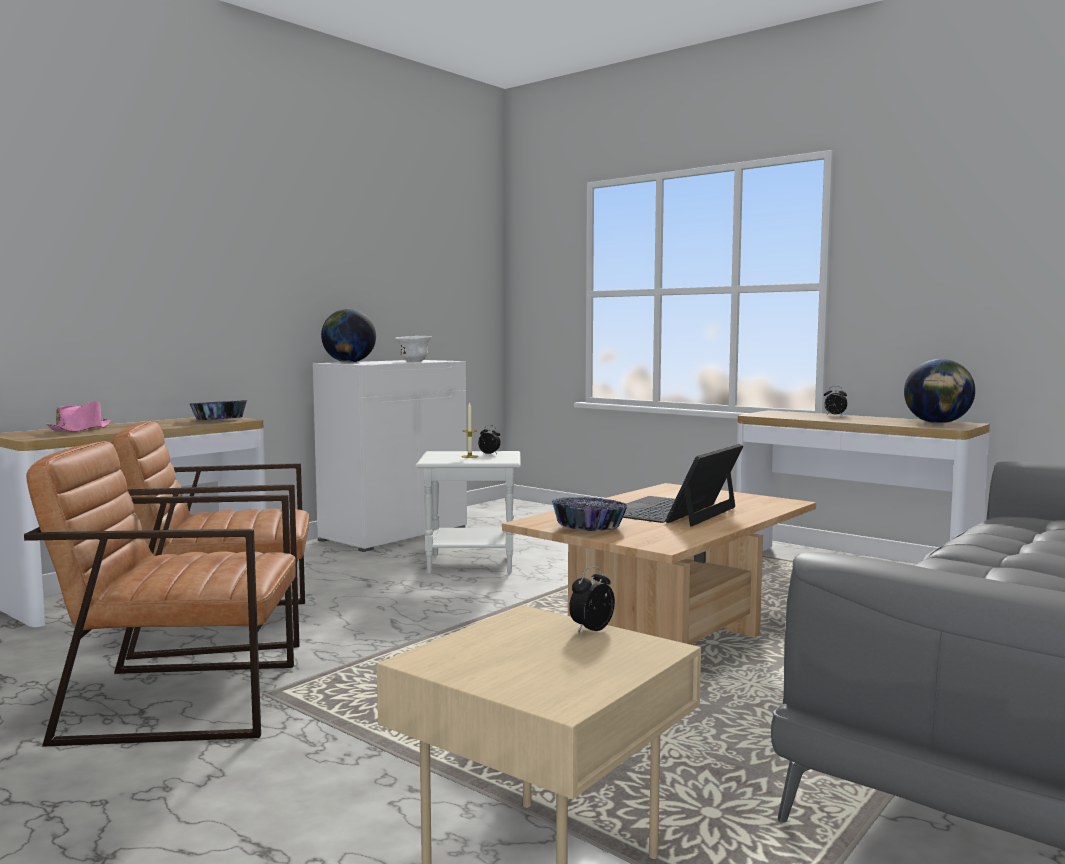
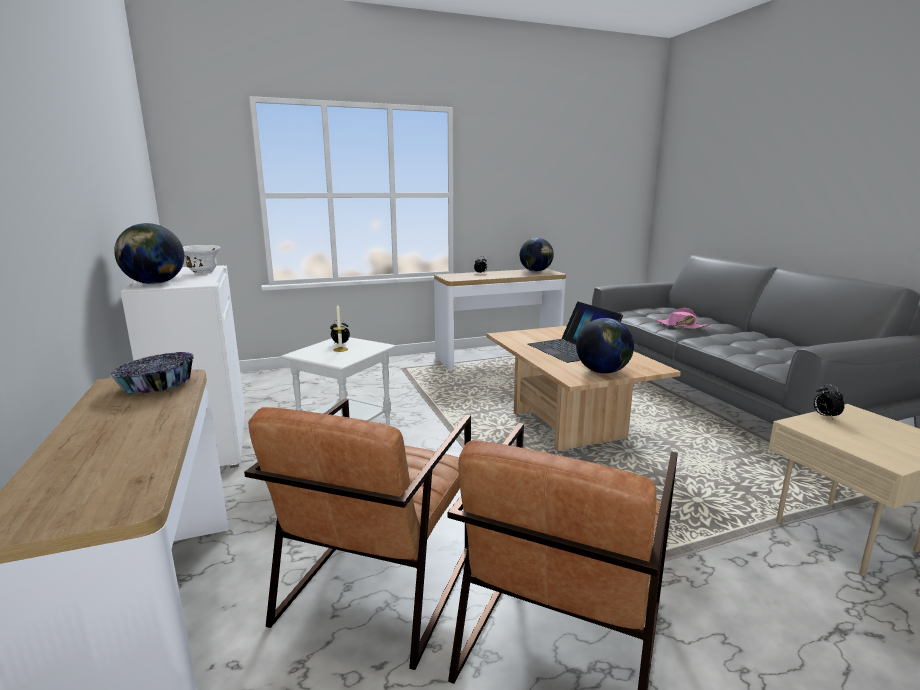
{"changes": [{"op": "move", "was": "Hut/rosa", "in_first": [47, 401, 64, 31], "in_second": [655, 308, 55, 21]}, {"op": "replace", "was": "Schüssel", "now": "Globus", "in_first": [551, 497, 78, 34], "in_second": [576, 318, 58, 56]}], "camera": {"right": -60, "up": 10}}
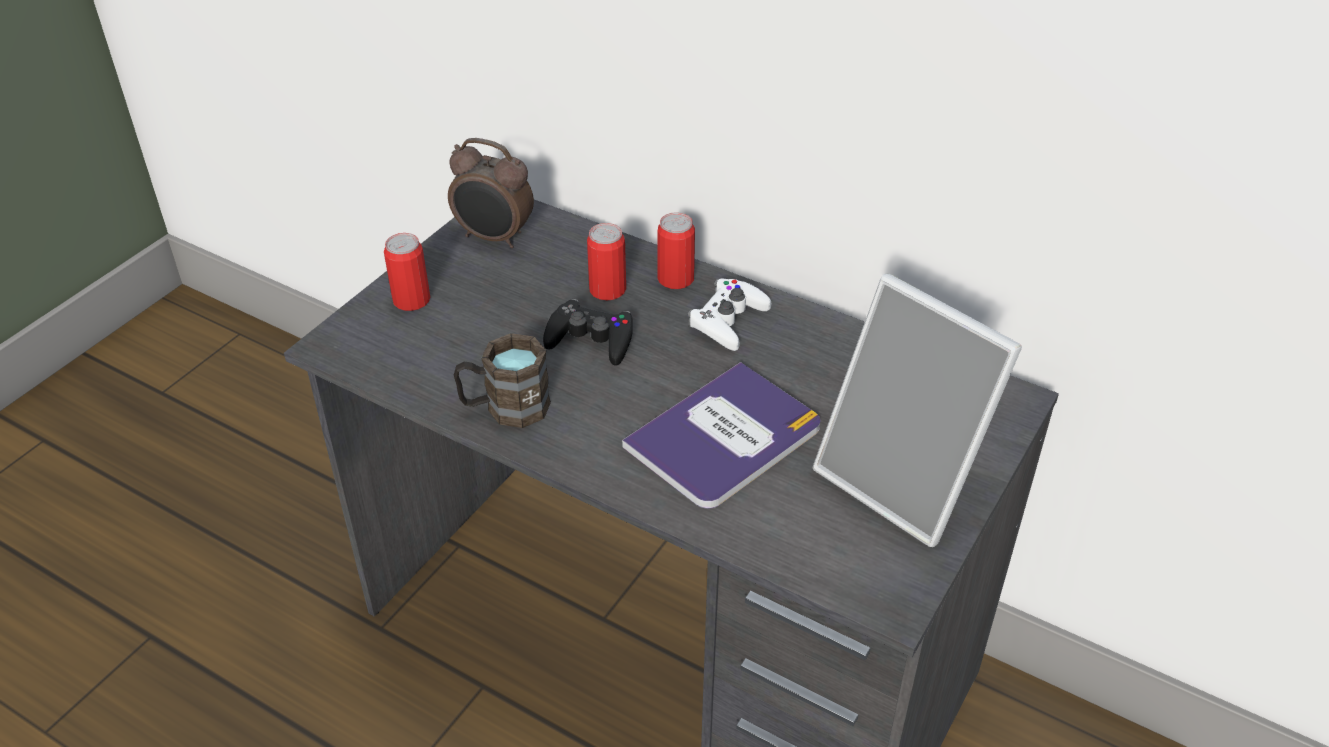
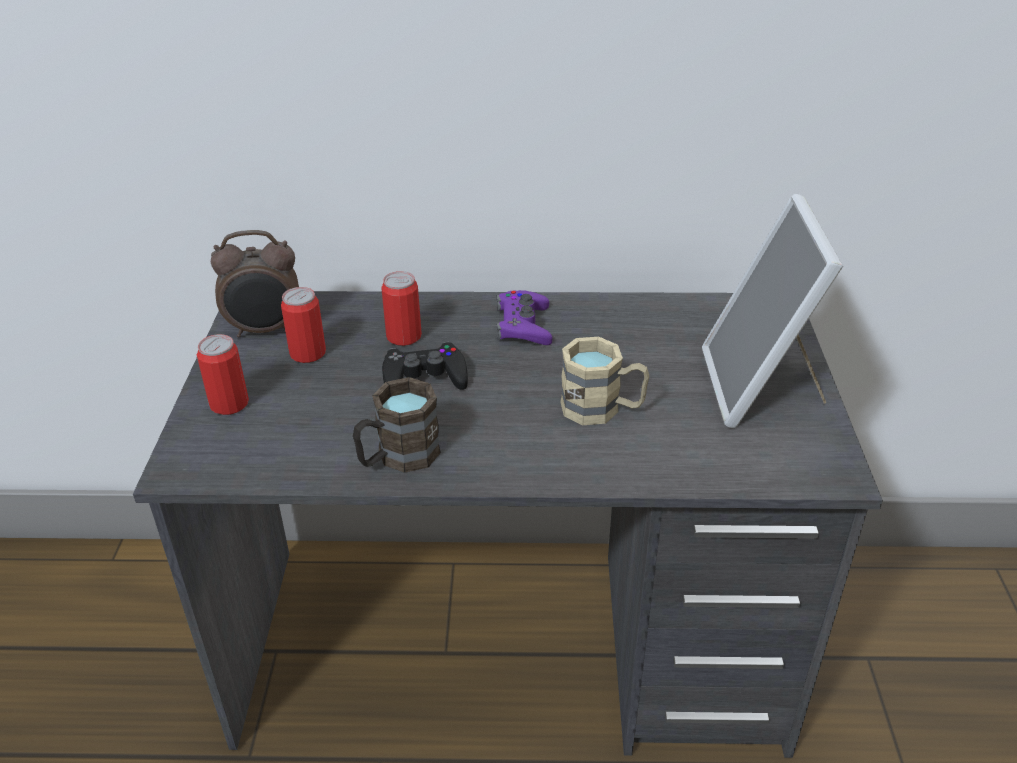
{"changes": [{"op": "move", "was": "Dose", "in_first": [658, 212, 37, 77], "in_second": [281, 287, 45, 76]}, {"op": "replace", "was": "Buch", "now": "Henkelbecher/beige", "in_first": [622, 362, 199, 147], "in_second": [560, 337, 89, 88]}, {"op": "recolor", "was": "Gamepad/weiß", "now": "Gamepad/lila", "in_first": [688, 278, 83, 73], "in_second": [496, 290, 56, 55]}, {"op": "rotate", "was": "Bilderrahmen", "in_first": [813, 273, 209, 274], "in_second": [702, 194, 141, 234], "clockwise": 75}], "camera": {"right": -30, "up": -5}}
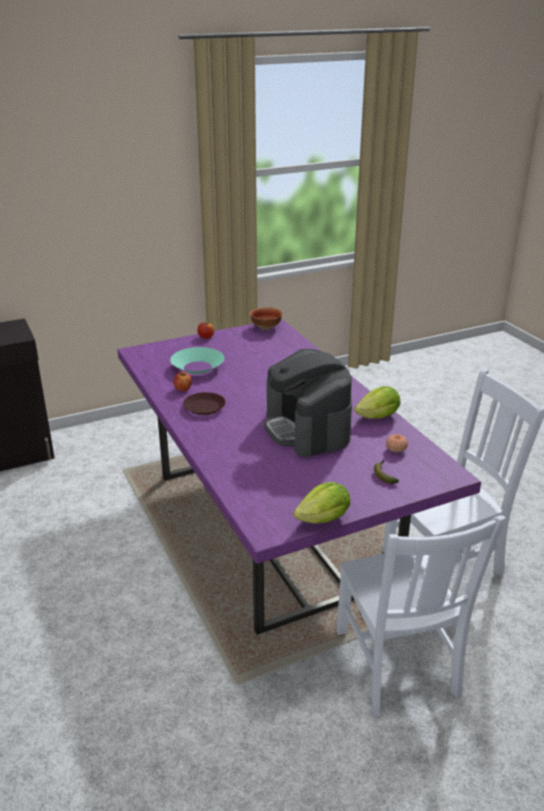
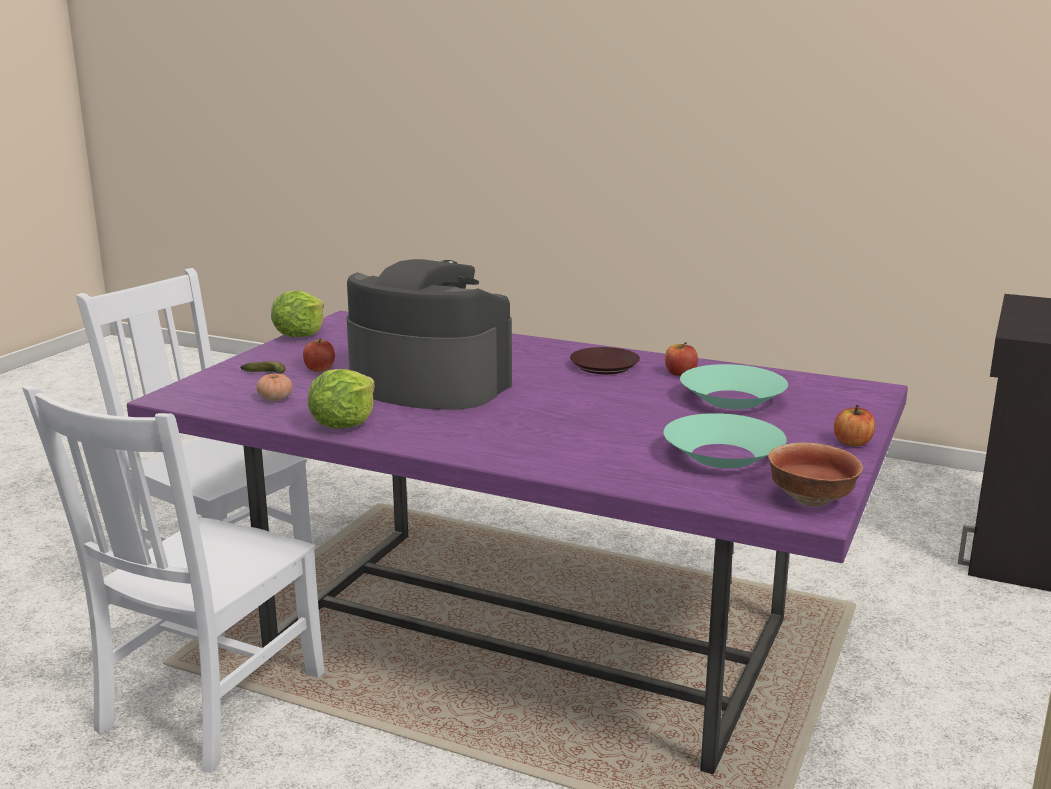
{"changes": [{"op": "insert", "now": "Apfel", "in_second": [303, 339, 32, 33]}, {"op": "insert", "now": "Schüssel/türkis", "in_second": [664, 413, 123, 56]}], "camera": {"right": 140, "up": -10}}
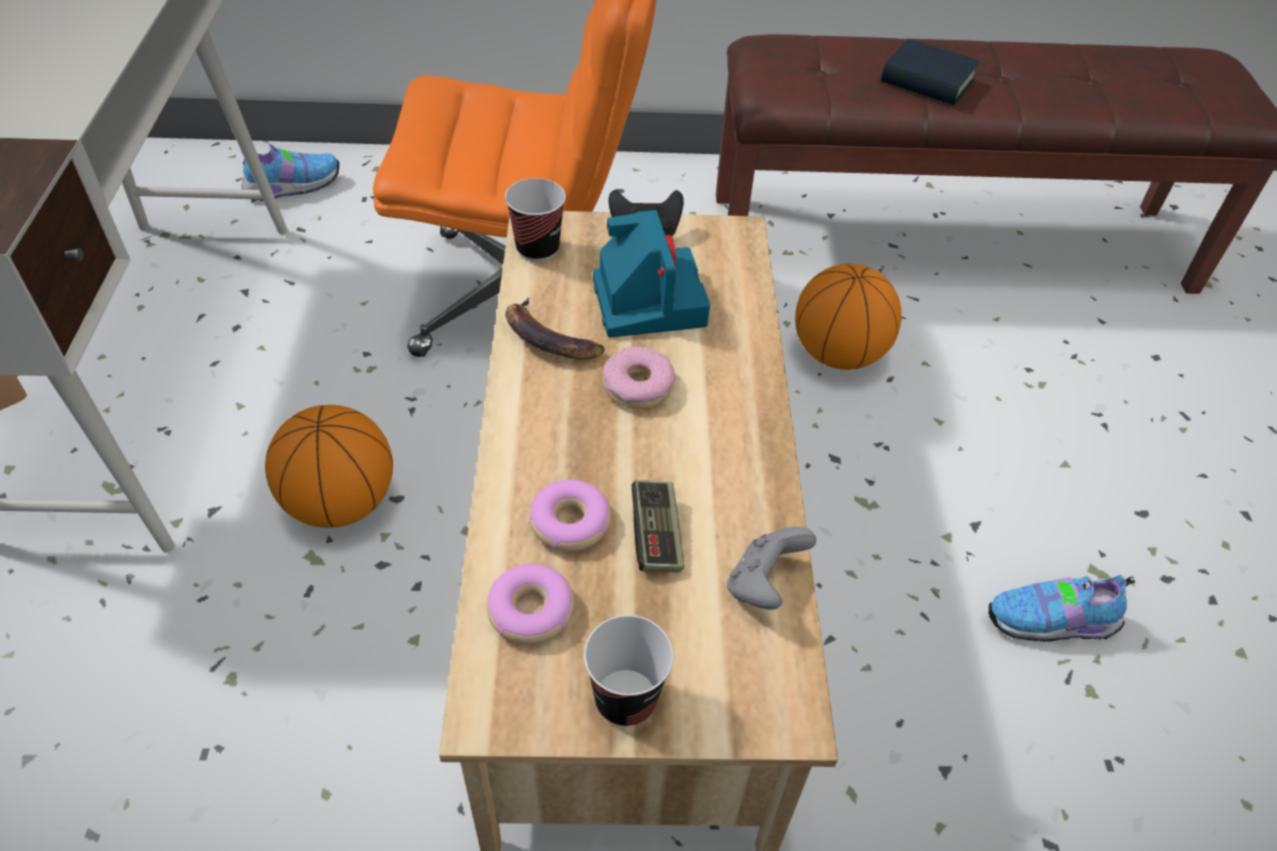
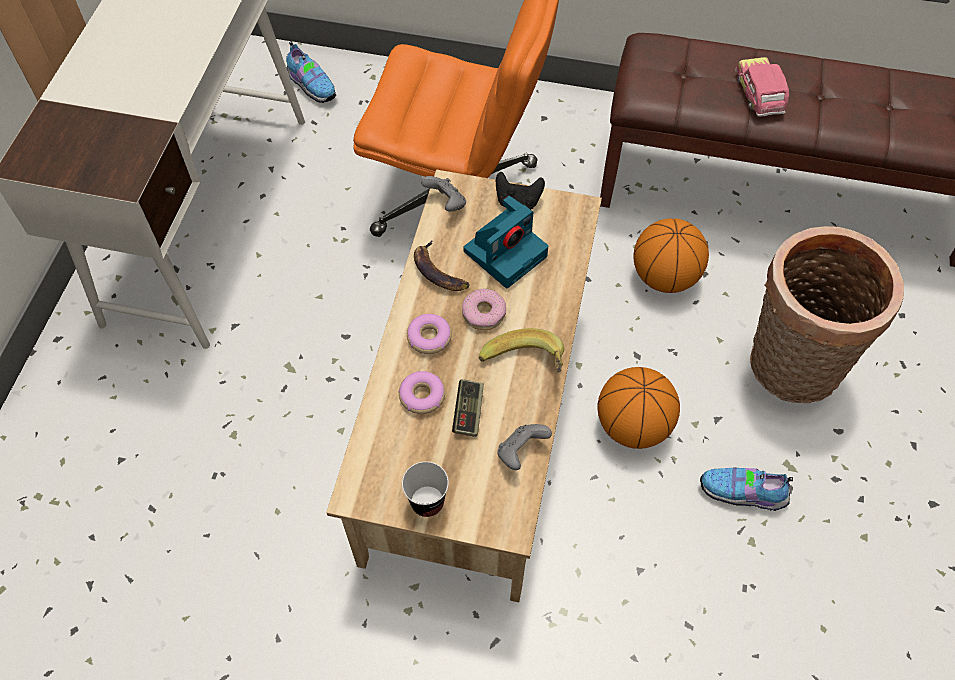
{"changes": [{"op": "insert", "now": "Banane", "in_second": [479, 328, 85, 45]}, {"op": "insert", "now": "Korb", "in_second": [750, 226, 154, 177]}, {"op": "move", "was": "Basketball", "in_first": [265, 405, 128, 123], "in_second": [597, 367, 83, 82]}, {"op": "move", "was": "Donut", "in_first": [486, 564, 88, 80], "in_second": [407, 314, 45, 40]}, {"op": "replace", "was": "Tasse", "now": "Gamepad/grau", "in_first": [505, 178, 61, 84], "in_second": [421, 176, 45, 36]}, {"op": "replace", "was": "Buch", "now": "Spielzeugauto", "in_first": [881, 39, 99, 66], "in_second": [735, 57, 54, 60]}, {"op": "rotate", "was": "Schuh", "in_first": [242, 144, 97, 57], "in_second": [286, 41, 50, 62], "clockwise": 60}, {"op": "rotate", "was": "Kamera", "in_first": [593, 210, 117, 127], "in_second": [463, 196, 85, 92], "clockwise": 45}], "camera": {"right": 15, "up": 10}}
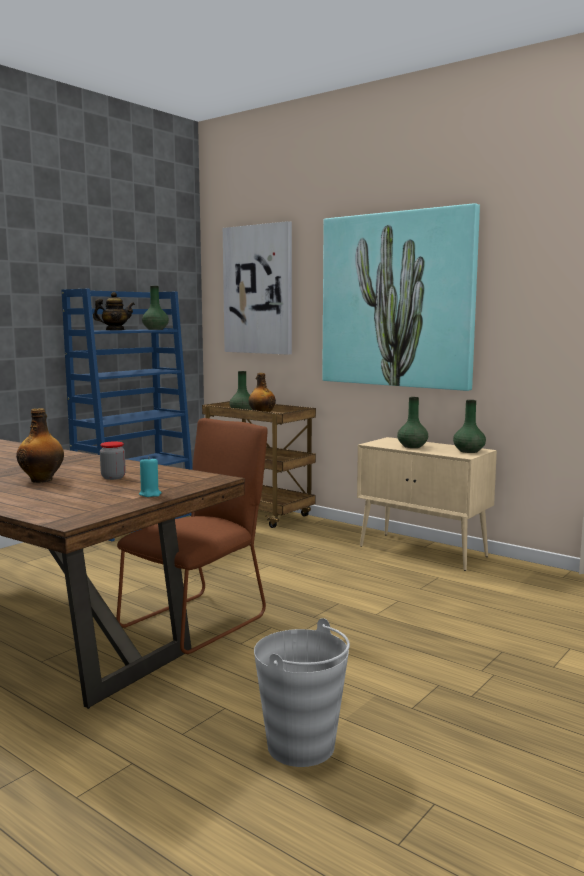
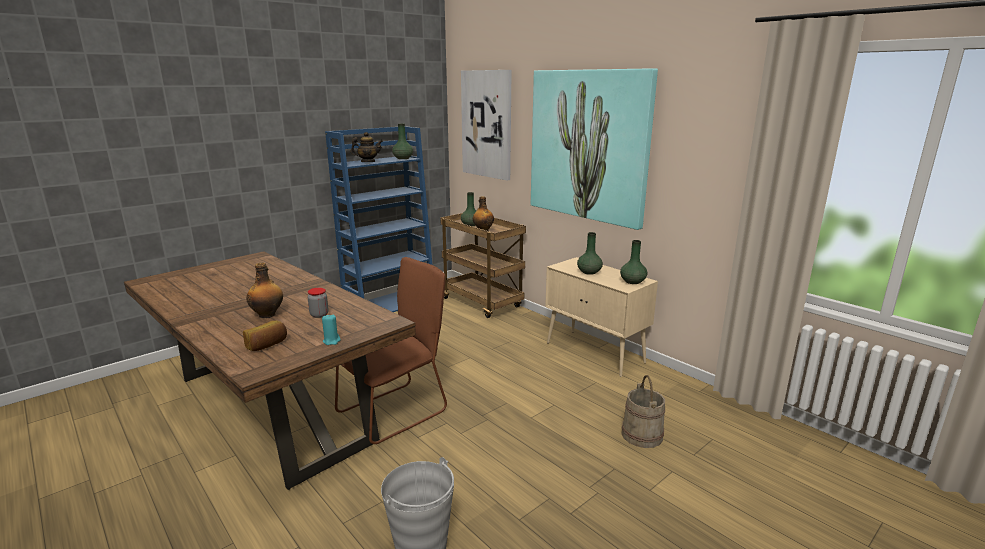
{"changes": [{"op": "insert", "now": "Brot", "in_second": [243, 320, 44, 31]}, {"op": "insert", "now": "Eimer/beige", "in_second": [621, 375, 44, 73]}], "camera": {"right": 10, "up": 10}}
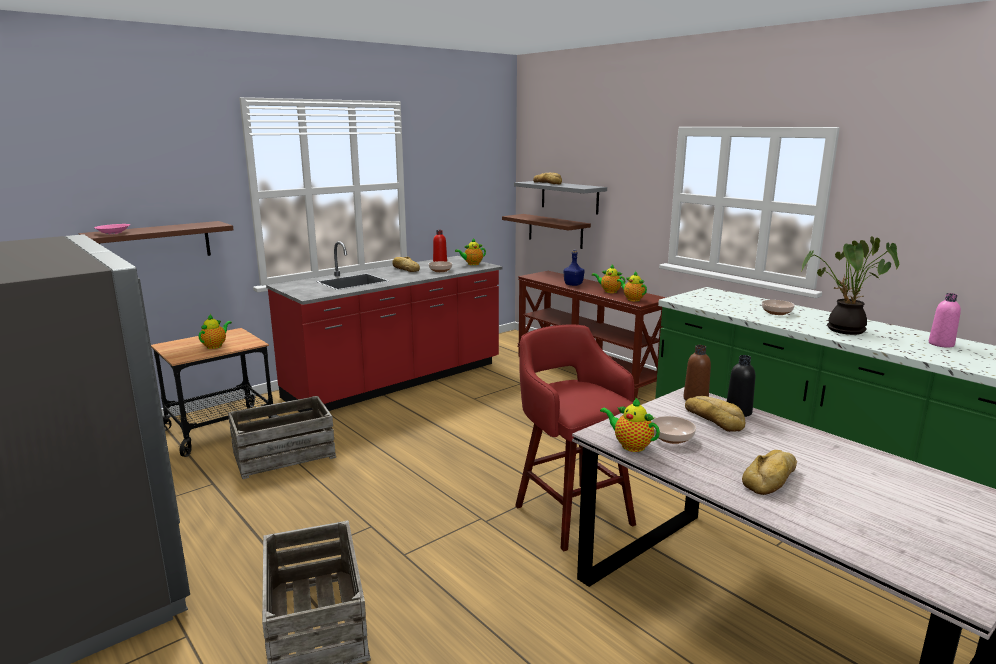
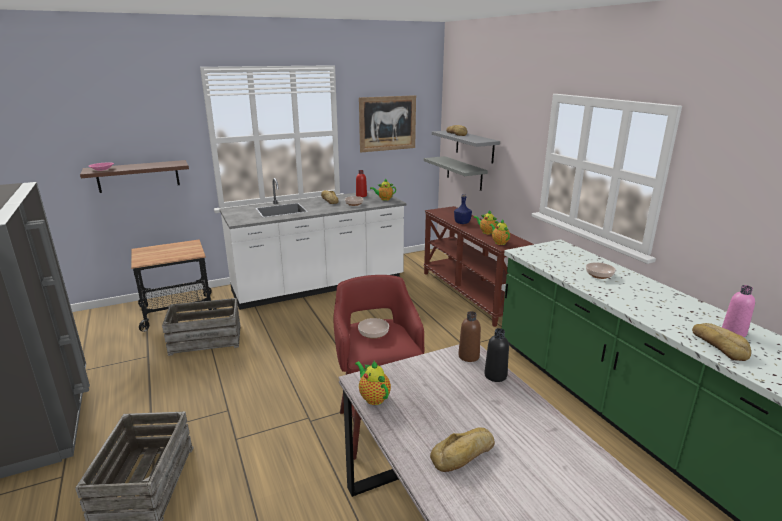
{"changes": [{"op": "delete", "was": "Teekanne", "in_first": [198, 314, 34, 35]}, {"op": "delete", "was": "Topfpflanze", "in_first": [802, 236, 97, 99]}, {"op": "insert", "now": "Bild", "in_second": [359, 95, 57, 57]}, {"op": "move", "was": "Schüssel", "in_first": [651, 416, 45, 28], "in_second": [358, 318, 31, 21]}, {"op": "move", "was": "Brot", "in_first": [685, 396, 60, 36], "in_second": [692, 323, 59, 38]}, {"op": "recolor", "was": "Küchenzeile/rot", "now": "Küchenzeile/weiß", "in_first": [266, 241, 237, 171], "in_second": [219, 178, 187, 132]}, {"op": "recolor", "was": "Wandregal/braun", "now": "Wandregal/grau", "in_first": [502, 214, 89, 35], "in_second": [424, 156, 64, 35]}], "camera": {"right": 15, "up": 5}}
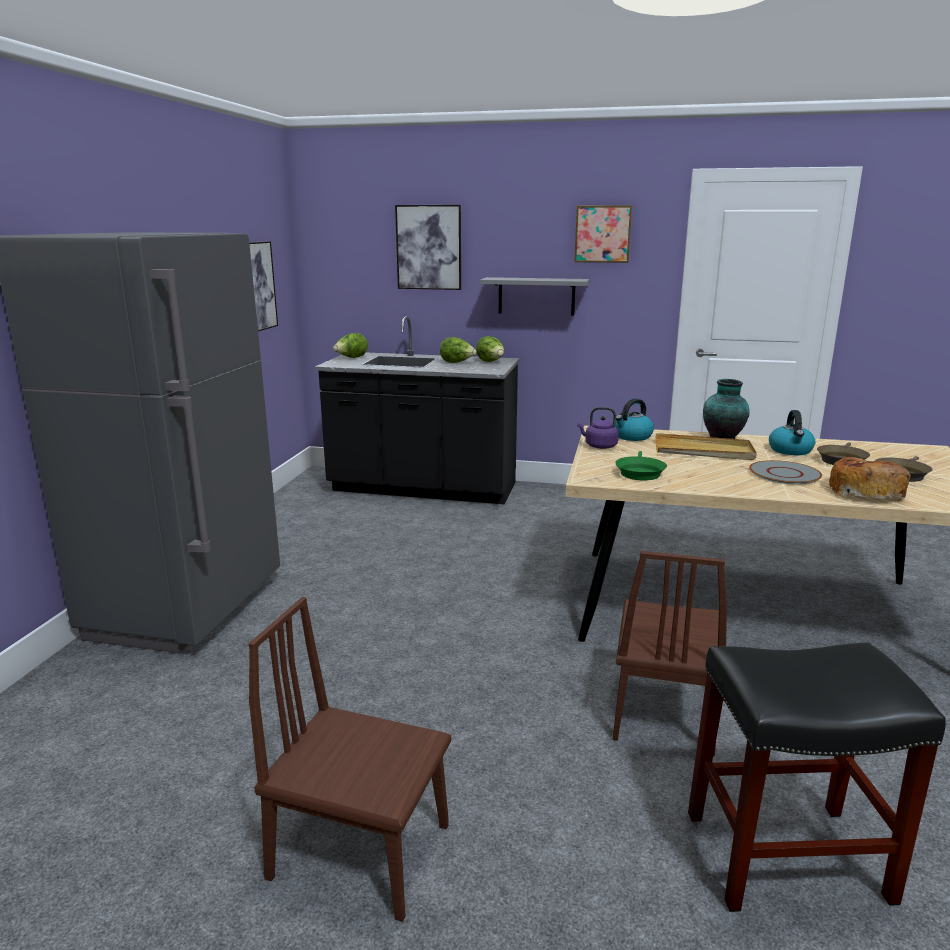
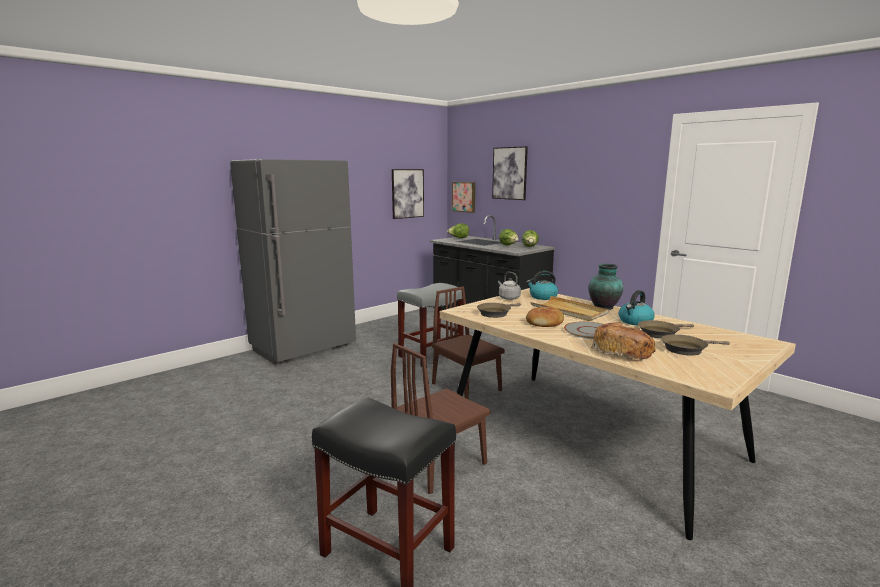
{"changes": [{"op": "delete", "was": "Wandregal/grau", "in_first": [480, 277, 109, 38]}, {"op": "insert", "now": "Hocker/grau", "in_second": [397, 283, 67, 84]}, {"op": "insert", "now": "Brot", "in_second": [526, 307, 38, 20]}, {"op": "move", "was": "Stuhl/braun", "in_first": [249, 597, 202, 325], "in_second": [432, 287, 73, 112]}, {"op": "move", "was": "Bild", "in_first": [574, 205, 58, 58], "in_second": [452, 182, 23, 31]}, {"op": "recolor", "was": "Wasserkessel/lila", "now": "Wasserkessel/grau", "in_first": [577, 407, 42, 42], "in_second": [498, 272, 23, 28]}, {"op": "recolor", "was": "Pfanne/grün", "now": "Pfanne/braun", "in_first": [615, 451, 52, 29], "in_second": [477, 303, 44, 15]}], "camera": {"right": 35, "up": -5}}
